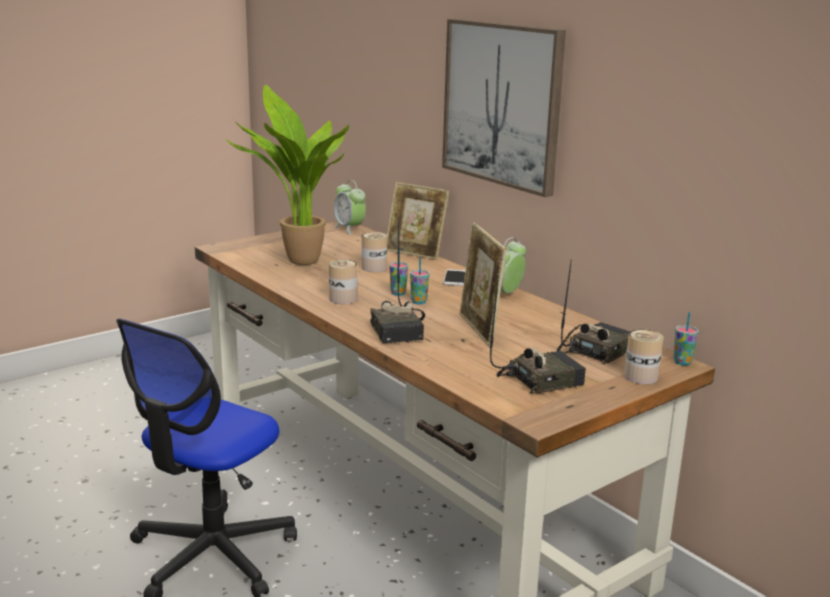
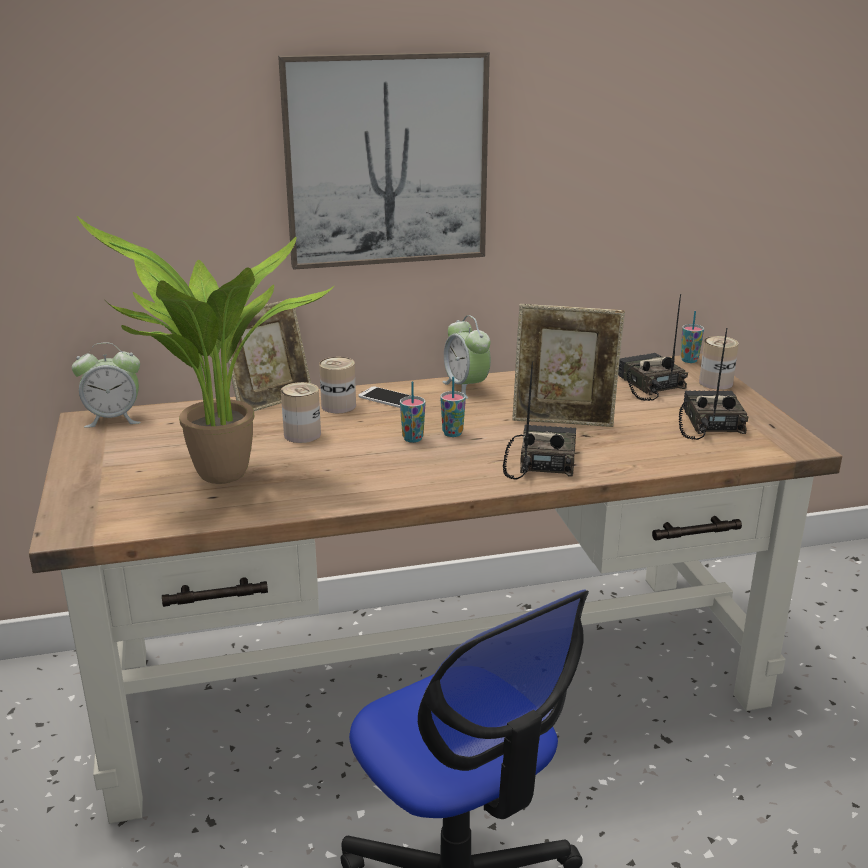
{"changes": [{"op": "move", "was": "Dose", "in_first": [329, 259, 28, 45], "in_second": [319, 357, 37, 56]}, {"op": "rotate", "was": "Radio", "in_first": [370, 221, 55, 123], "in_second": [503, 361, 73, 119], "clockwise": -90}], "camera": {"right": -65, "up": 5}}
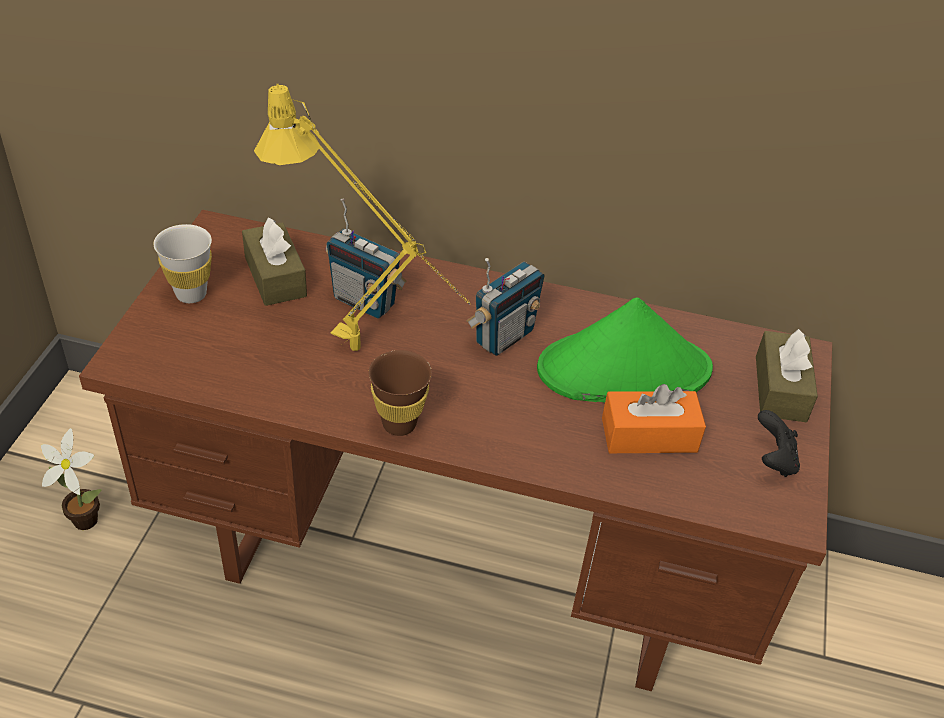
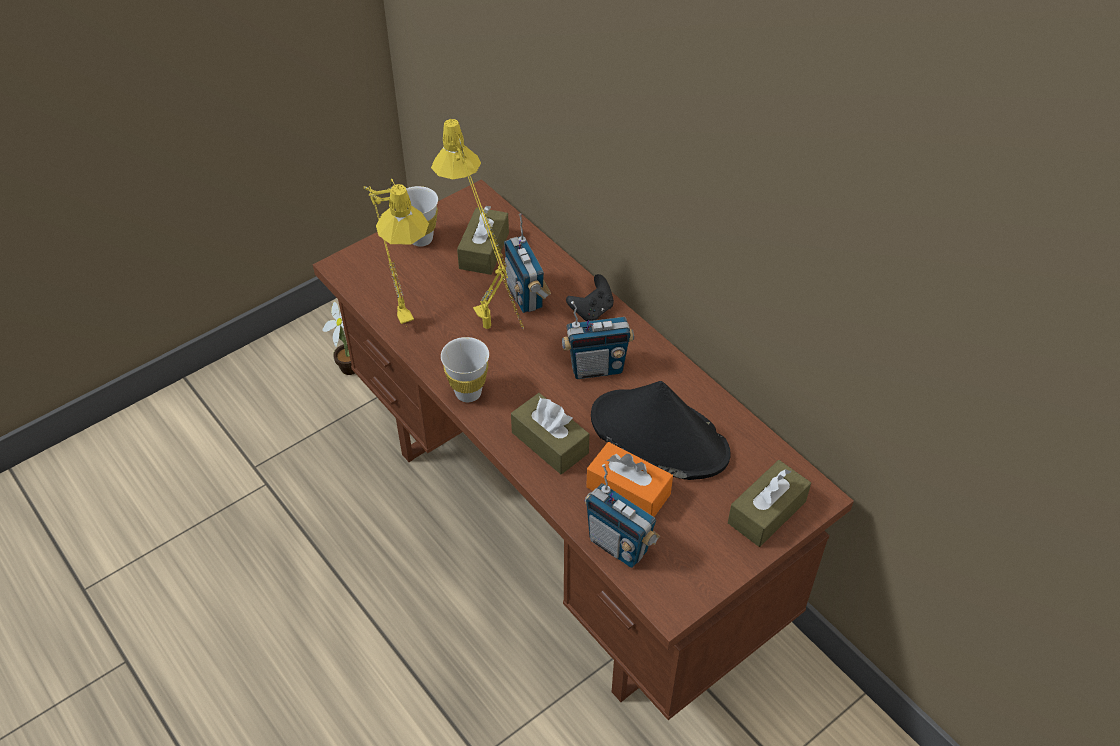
{"changes": [{"op": "insert", "now": "Tischlampe/gelb", "in_second": [363, 179, 66, 148]}, {"op": "insert", "now": "Taschentuchbox/braun", "in_second": [511, 393, 78, 81]}, {"op": "insert", "now": "Radio", "in_second": [585, 464, 75, 104]}, {"op": "move", "was": "Gamepad/schwarz", "in_first": [758, 410, 42, 67], "in_second": [566, 274, 48, 47]}, {"op": "recolor", "was": "Tasse/braun", "now": "Tasse/weiß", "in_first": [368, 350, 64, 86], "in_second": [441, 337, 48, 65]}, {"op": "recolor", "was": "Hut/grün", "now": "Hut/schwarz", "in_first": [537, 297, 176, 106], "in_second": [591, 381, 139, 99]}], "camera": {"right": 40, "up": 5}}
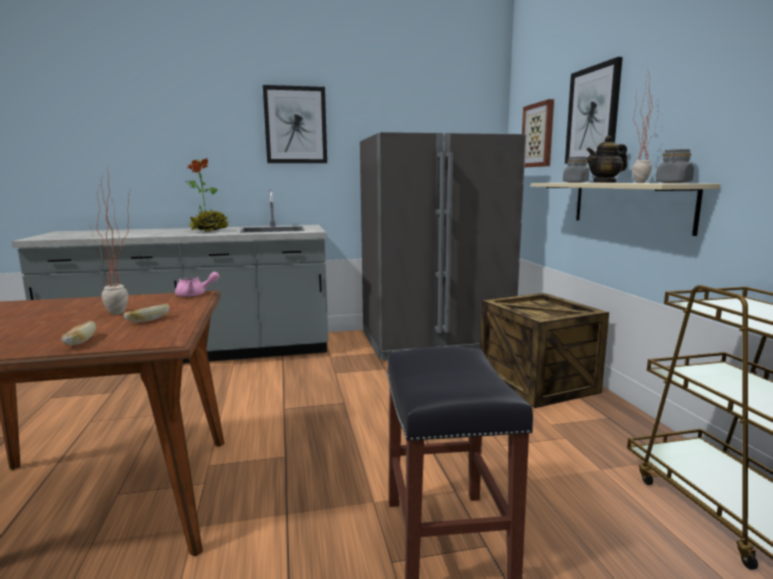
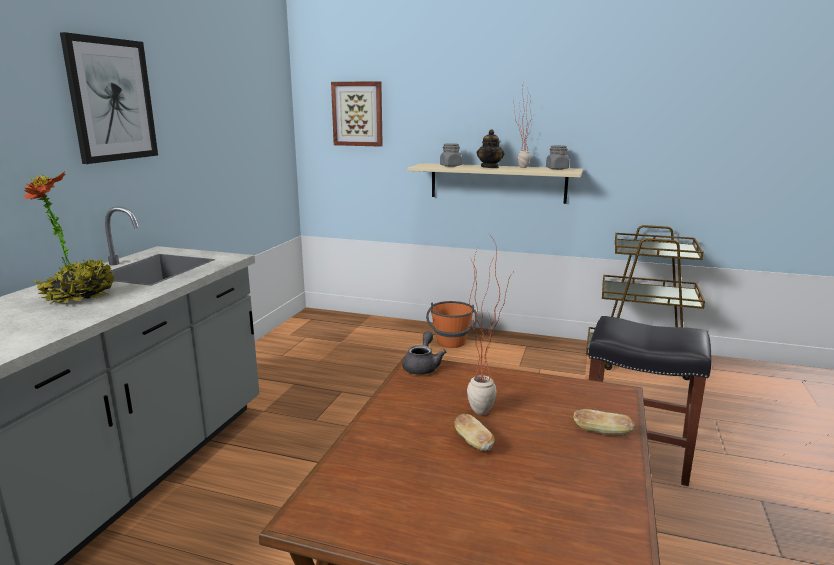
{"changes": [{"op": "delete", "was": "Kühlschrank/grau", "in_first": [360, 132, 166, 229]}, {"op": "delete", "was": "Bild", "in_first": [565, 57, 58, 107]}, {"op": "move", "was": "Brot", "in_first": [124, 303, 46, 19], "in_second": [454, 414, 41, 37]}, {"op": "replace", "was": "Kiste", "now": "Eimer/orange", "in_first": [480, 293, 129, 115], "in_second": [426, 301, 51, 47]}, {"op": "recolor", "was": "Teekanne/rosa", "now": "Teekanne/grau", "in_first": [175, 272, 45, 25], "in_second": [402, 331, 44, 44]}], "camera": {"right": -60, "up": 5}}
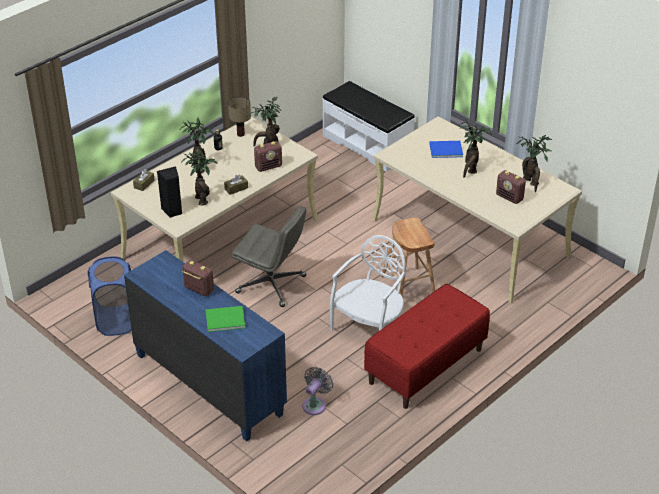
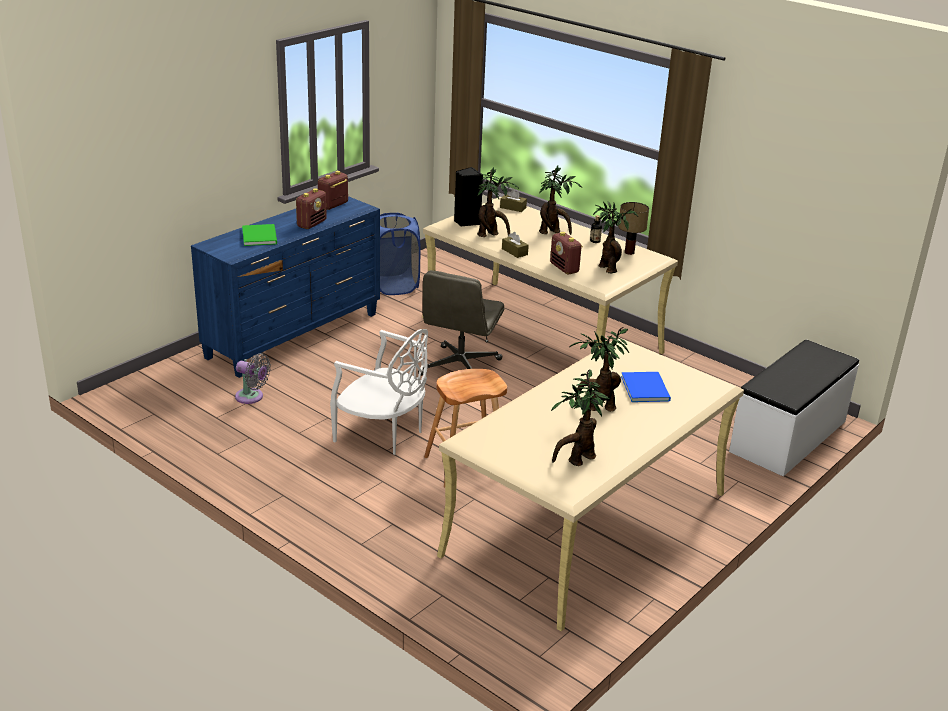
{"changes": [{"op": "delete", "was": "Bank/rot", "in_first": [364, 284, 126, 125]}, {"op": "move", "was": "Radio", "in_first": [496, 170, 30, 34], "in_second": [318, 171, 30, 39]}], "camera": {"right": 85, "up": -10}}
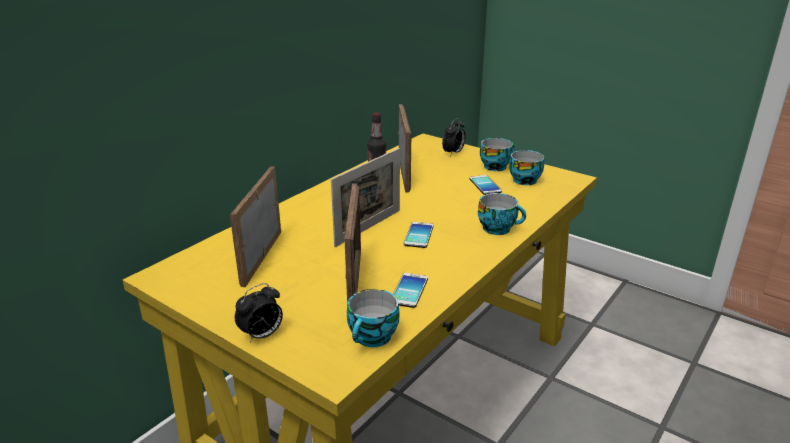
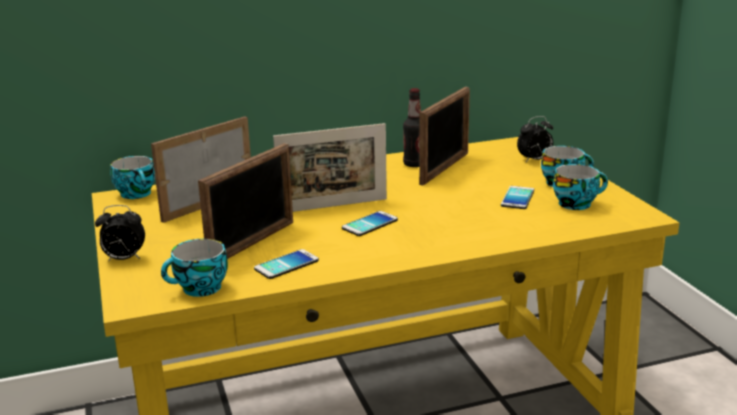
{"changes": [{"op": "move", "was": "Tasse", "in_first": [478, 193, 48, 42], "in_second": [110, 156, 45, 43]}], "camera": {"right": 35, "up": -5}}
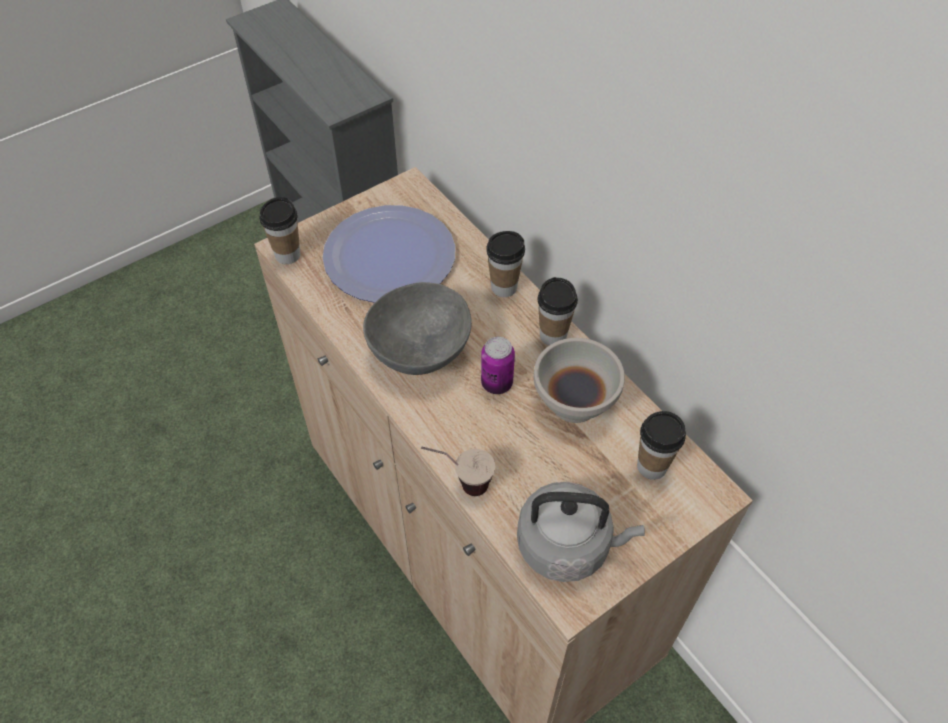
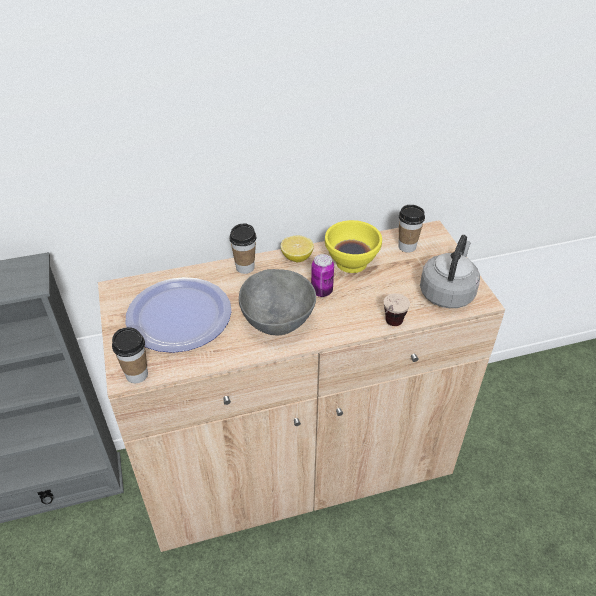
{"changes": [{"op": "replace", "was": "Tasse", "now": "Zitrone", "in_first": [537, 277, 41, 69], "in_second": [281, 235, 33, 27]}, {"op": "recolor", "was": "Schüssel/weiß", "now": "Schüssel/gelb", "in_first": [534, 338, 91, 85], "in_second": [325, 220, 57, 53]}], "camera": {"right": -70, "up": -10}}
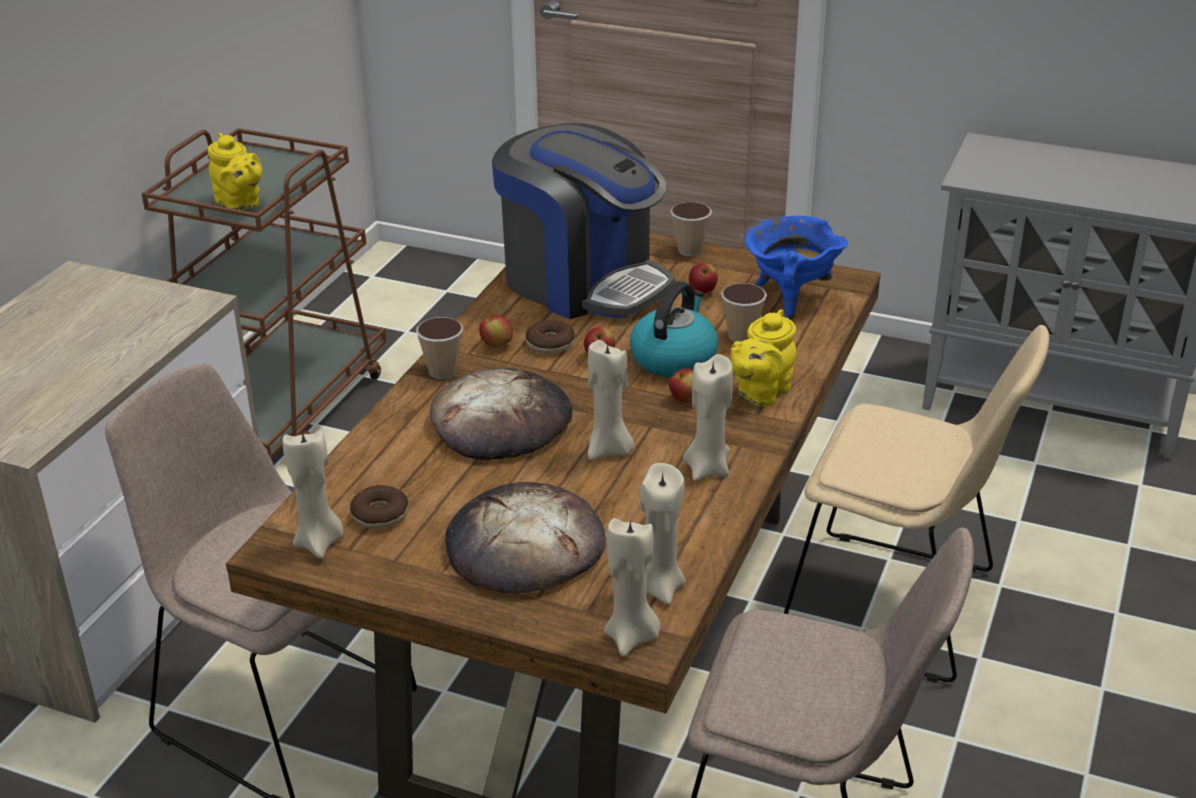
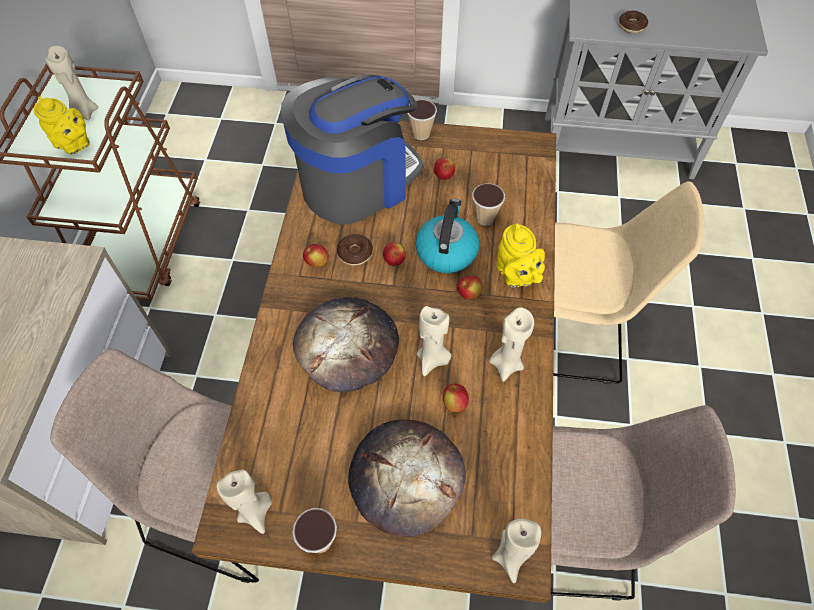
{"changes": [{"op": "delete", "was": "Kochtopf/blau", "in_first": [745, 215, 103, 105]}, {"op": "insert", "now": "Apfel", "in_second": [443, 383, 26, 30]}, {"op": "move", "was": "Donut", "in_first": [350, 485, 58, 44], "in_second": [619, 11, 29, 23]}, {"op": "move", "was": "Tasse", "in_first": [416, 317, 47, 62], "in_second": [293, 508, 44, 45]}, {"op": "move", "was": "Kerze/beige", "in_first": [640, 463, 46, 142], "in_second": [45, 46, 53, 74]}, {"op": "rotate", "was": "Kaffeemaschine", "in_first": [492, 123, 183, 196], "in_second": [281, 74, 143, 151], "clockwise": -60}, {"op": "rotate", "was": "Teekanne/gelb", "in_first": [731, 309, 65, 97], "in_second": [497, 224, 48, 63], "clockwise": -45}], "camera": {"right": -15, "up": 25}}
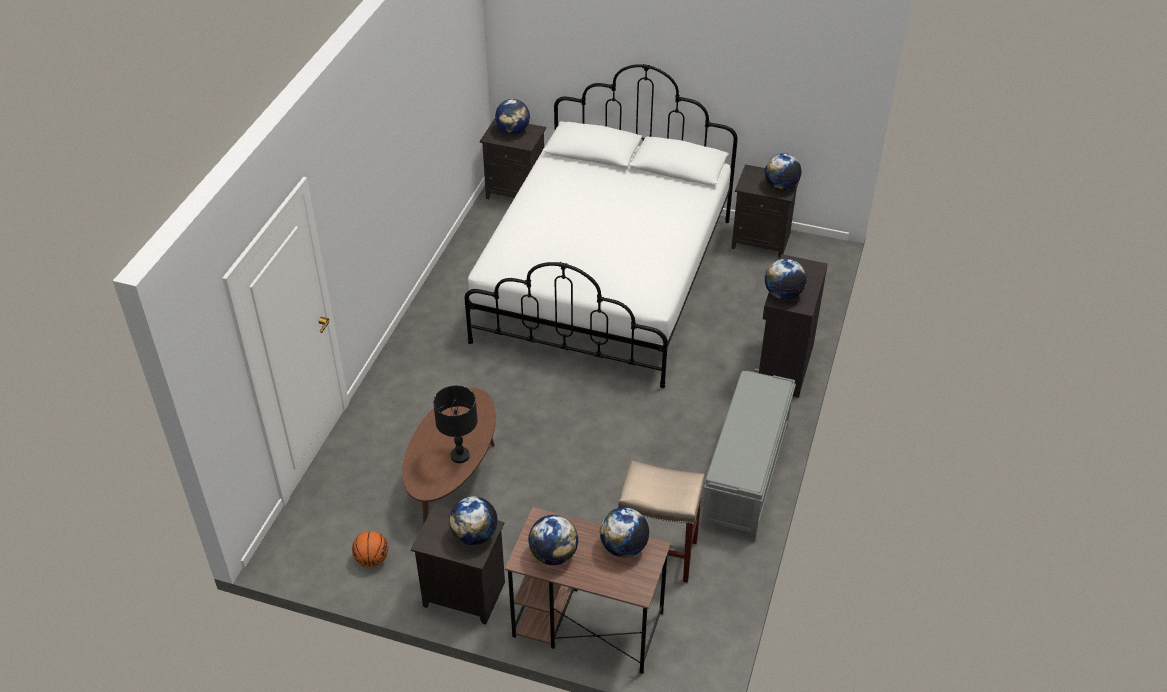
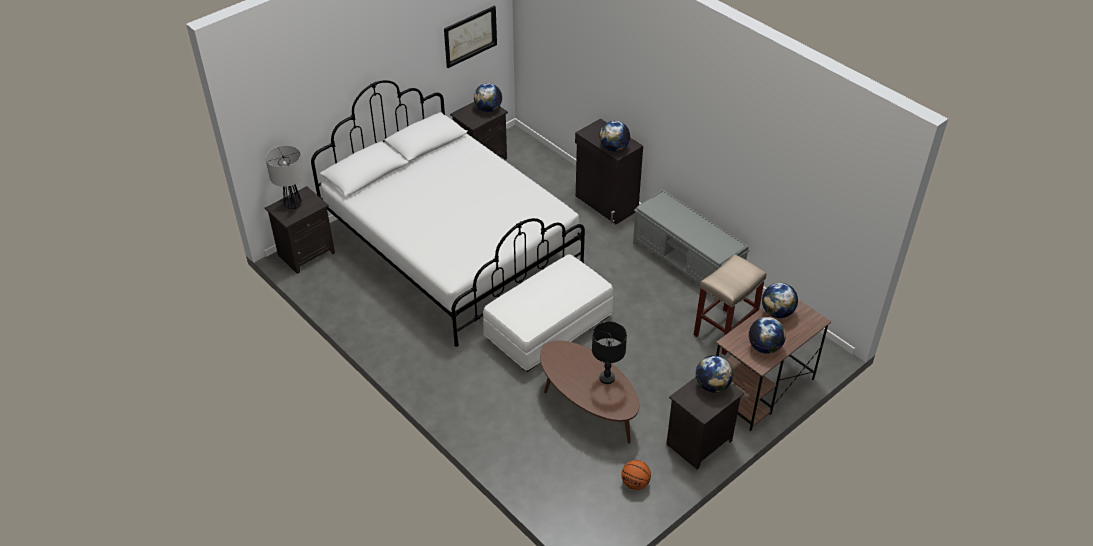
{"changes": [{"op": "insert", "now": "Bild", "in_second": [444, 6, 53, 62]}, {"op": "insert", "now": "Polsterhocker/weiß", "in_second": [483, 254, 130, 118]}, {"op": "replace", "was": "Globus", "now": "Tischlampe", "in_first": [495, 99, 35, 35], "in_second": [265, 145, 39, 64]}], "camera": {"right": -60, "up": 0}}
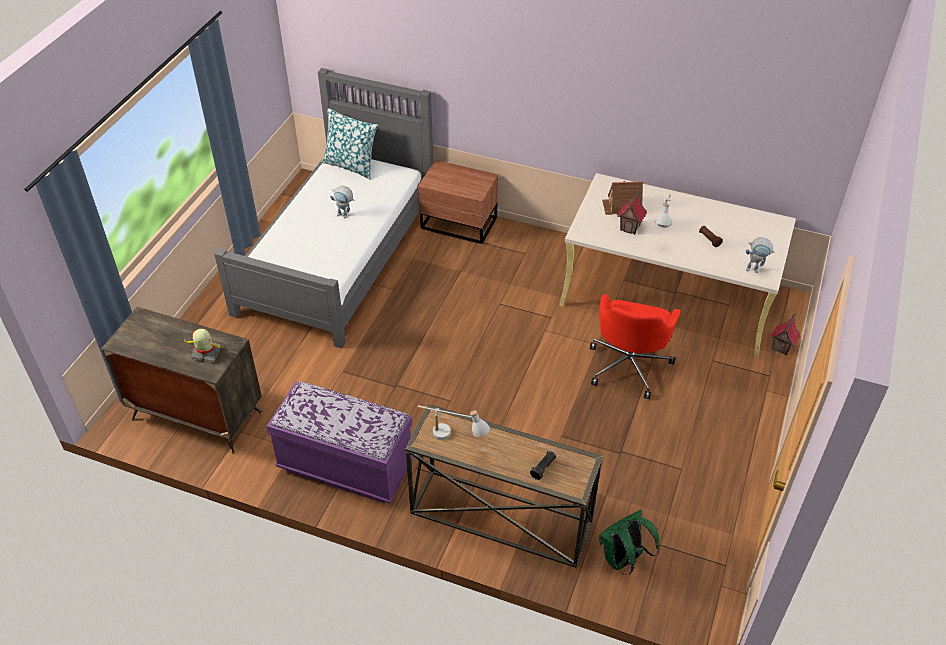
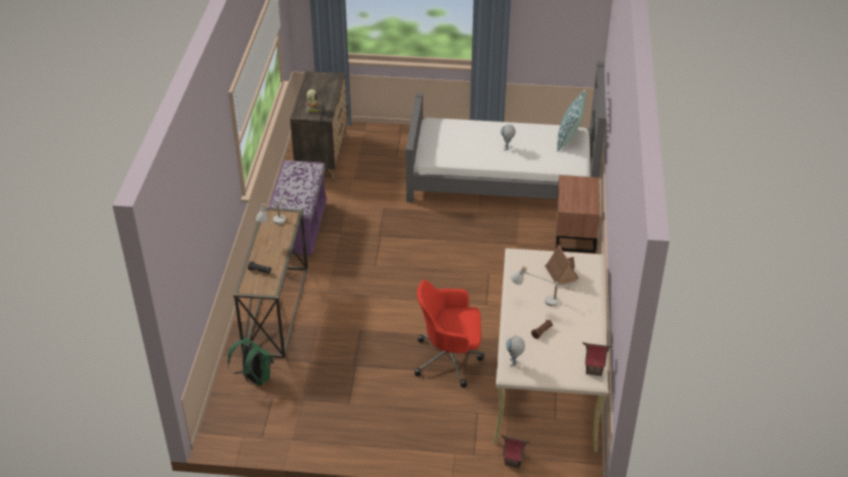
{"changes": [{"op": "move", "was": "Spielzeughaus", "in_first": [617, 190, 30, 45], "in_second": [582, 342, 31, 34]}], "camera": {"right": 75, "up": -5}}
